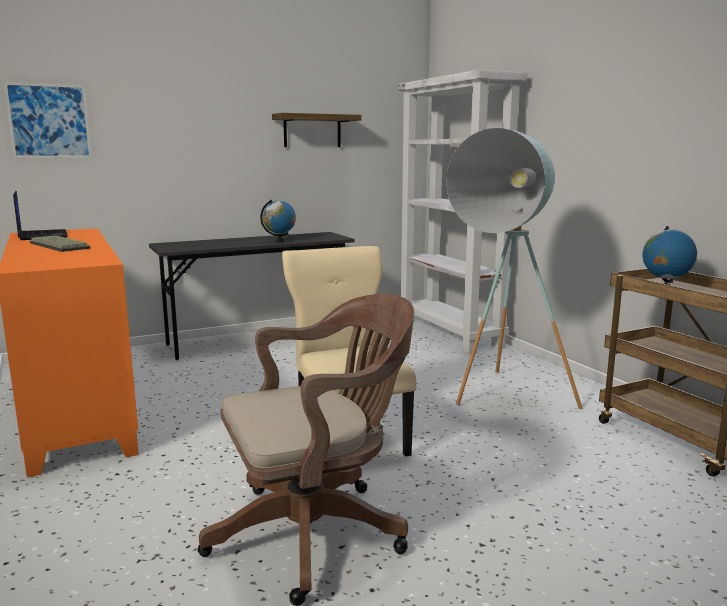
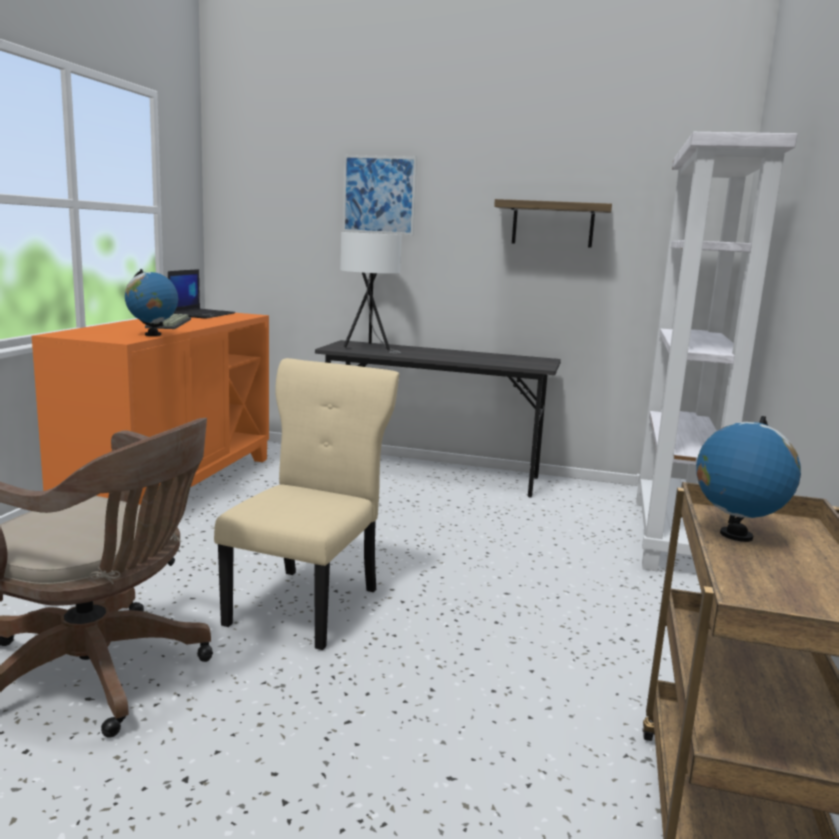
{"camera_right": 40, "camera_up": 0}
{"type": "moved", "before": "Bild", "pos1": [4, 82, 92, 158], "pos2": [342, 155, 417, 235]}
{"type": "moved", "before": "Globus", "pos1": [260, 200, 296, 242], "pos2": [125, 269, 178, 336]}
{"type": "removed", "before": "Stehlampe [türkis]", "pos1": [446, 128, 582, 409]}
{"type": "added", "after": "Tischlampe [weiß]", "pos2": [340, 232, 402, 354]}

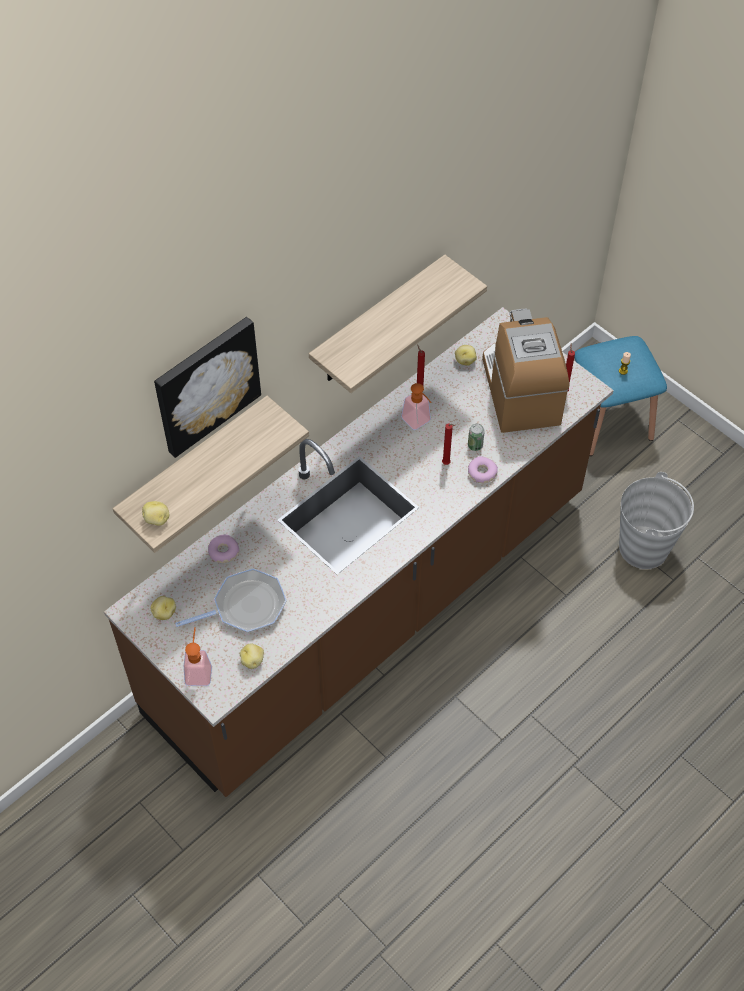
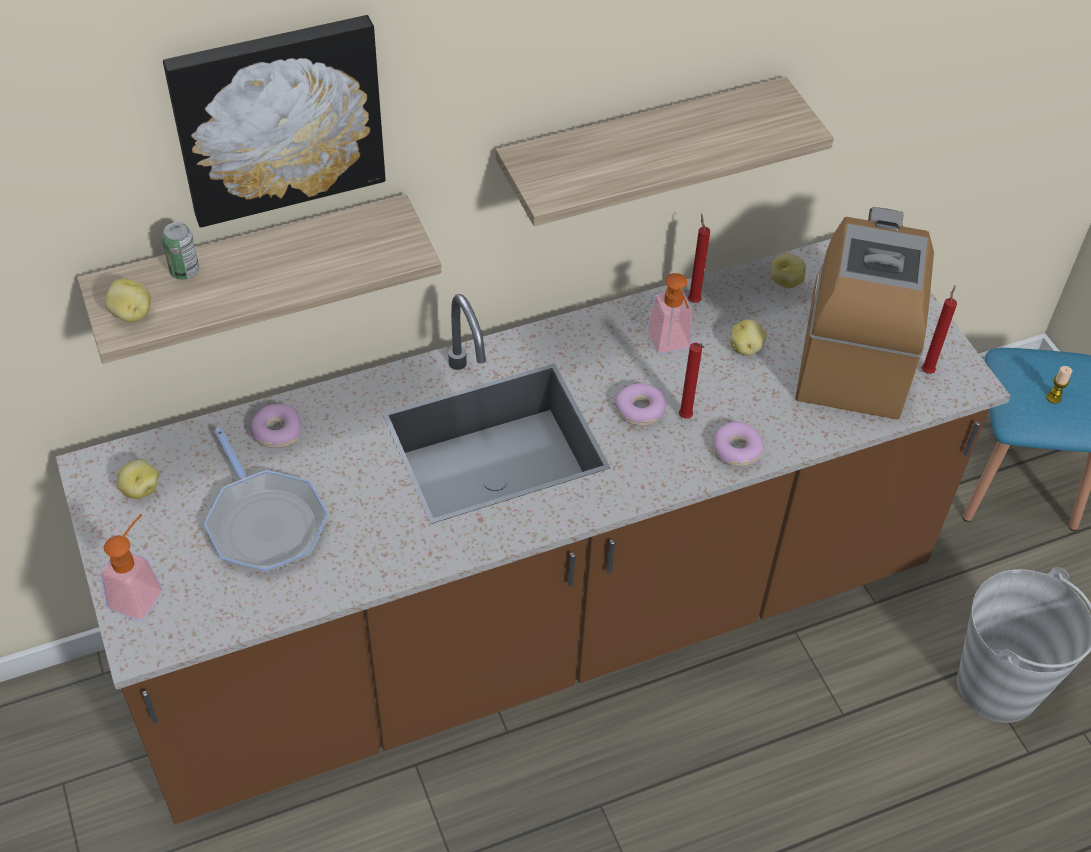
{"camera_right": 20, "camera_up": -5}
{"type": "turned", "before": "Pfanne", "pos1": [175, 569, 287, 633], "pos2": [204, 428, 328, 573], "turn": 60}
{"type": "moved", "before": "Kartoffel", "pos1": [240, 643, 264, 669], "pos2": [730, 319, 767, 356]}
{"type": "moved", "before": "Dose", "pos1": [468, 424, 485, 451], "pos2": [162, 222, 199, 280]}
{"type": "added", "after": "Donut", "pos2": [615, 383, 666, 426]}

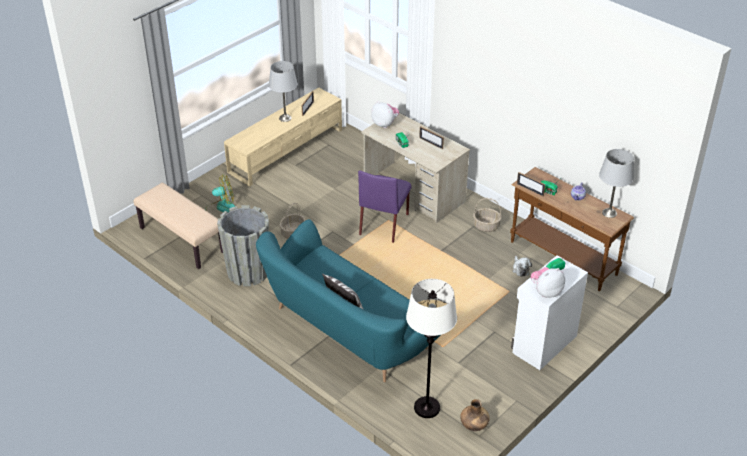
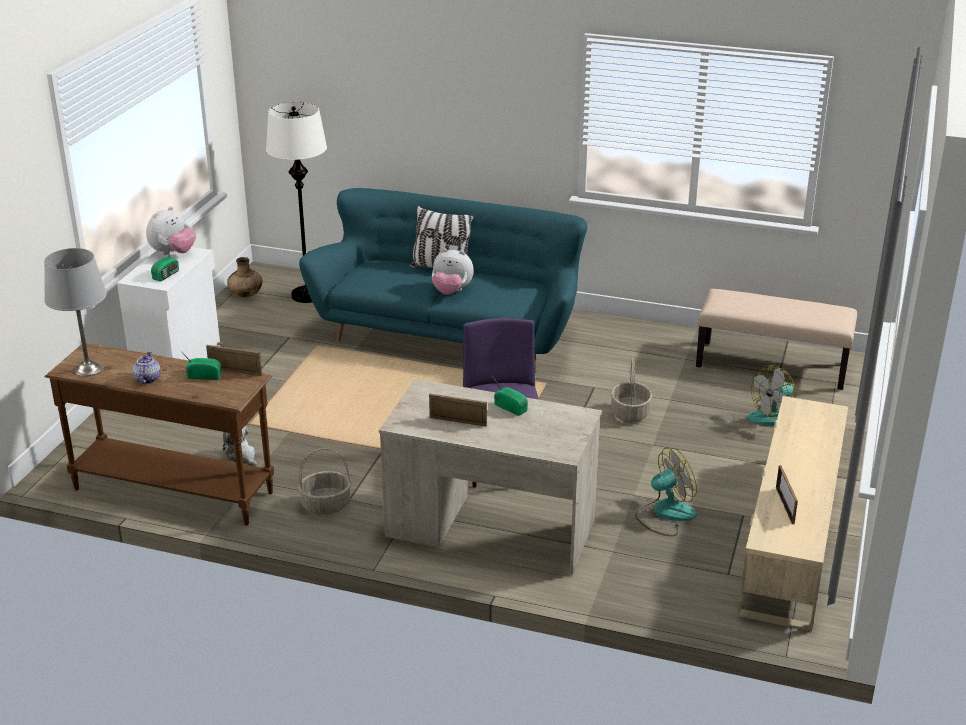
{"camera_right": 155, "camera_up": -10}
{"type": "removed", "before": "Pflanzkübel [grau]", "pos1": [217, 205, 269, 286]}
{"type": "removed", "before": "Tischlampe [grau]", "pos1": [269, 61, 298, 122]}
{"type": "moved", "before": "Plüschtier", "pos1": [371, 101, 399, 128], "pos2": [432, 249, 474, 295]}
{"type": "added", "after": "Ventilator", "pos2": [635, 447, 697, 536]}

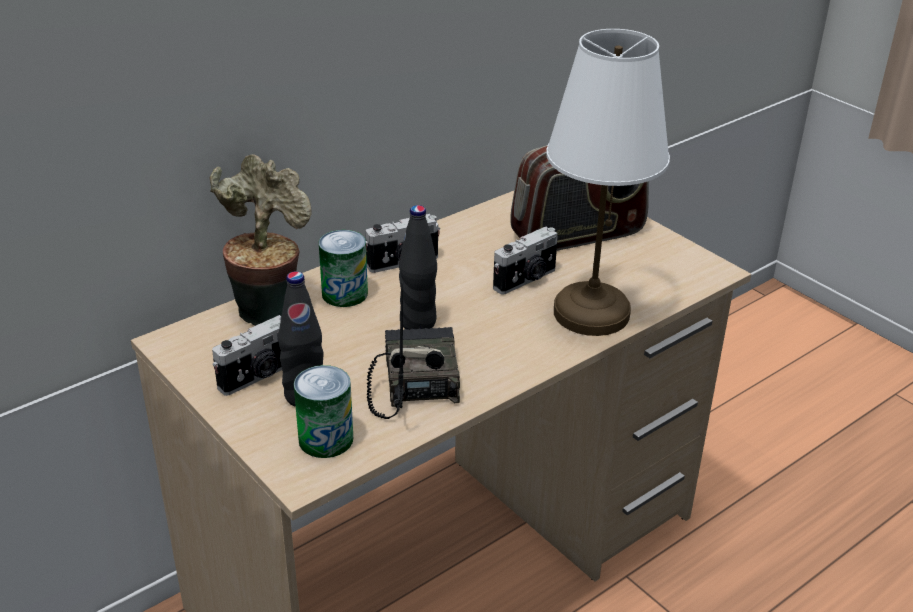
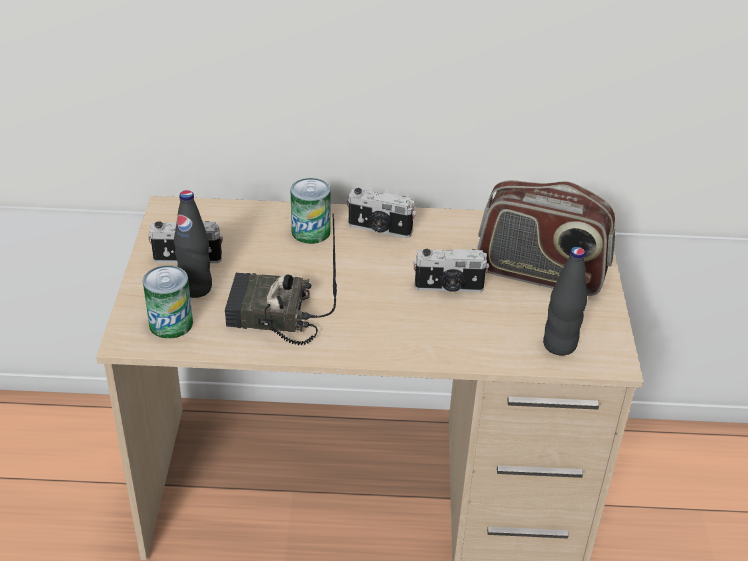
{"camera_right": 40, "camera_up": 5}
{"type": "removed", "before": "Topfpflanze", "pos1": [210, 154, 312, 326]}
{"type": "turned", "before": "Radio", "pos1": [367, 282, 460, 419], "pos2": [225, 214, 337, 346], "turn": -120}
{"type": "moved", "before": "Flasche [schwarz]", "pos1": [399, 205, 437, 330], "pos2": [543, 247, 587, 356]}
{"type": "removed", "before": "Tischlampe [weiß]", "pos1": [546, 29, 670, 336]}

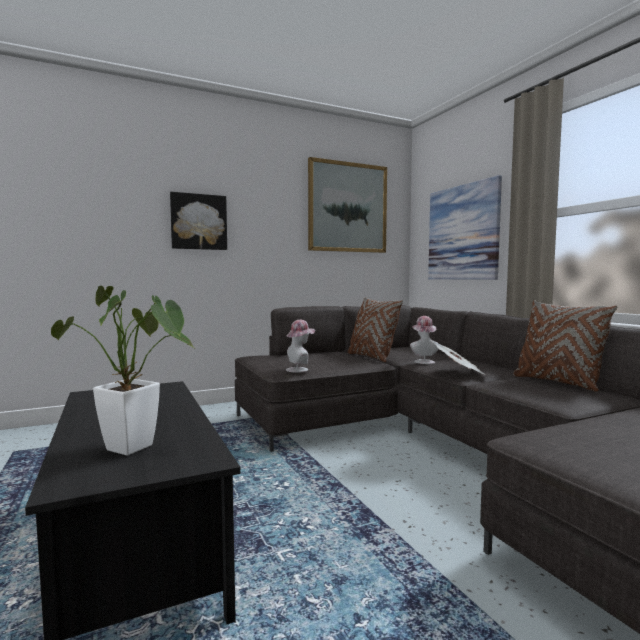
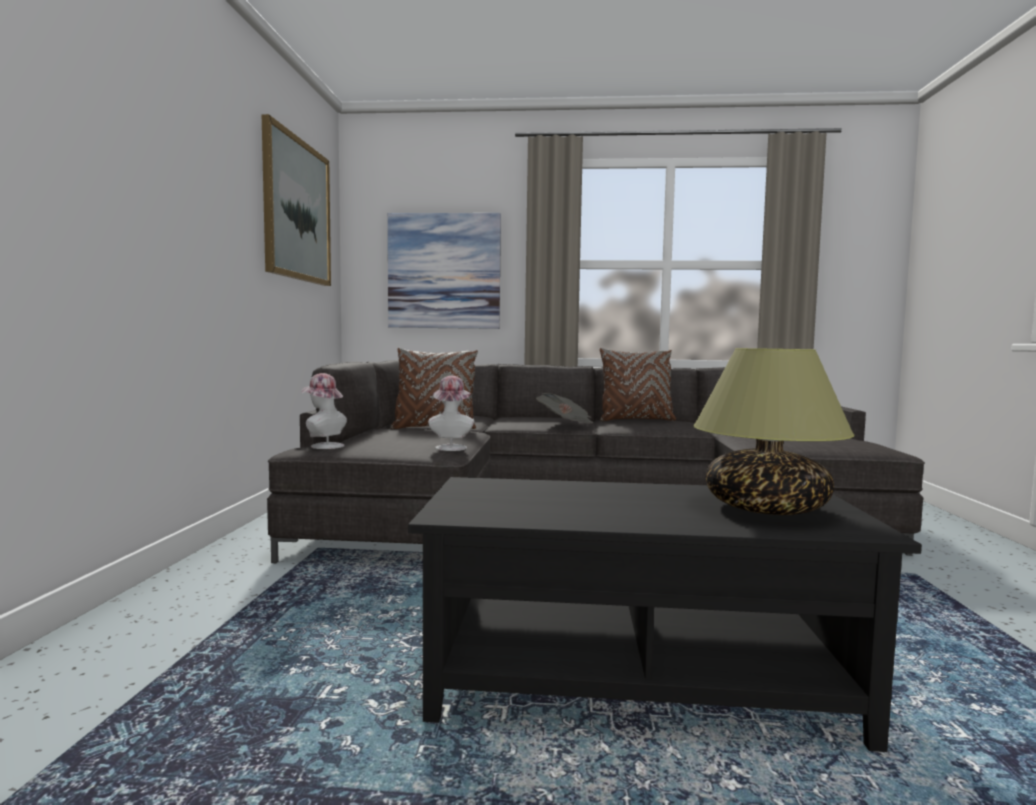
{"camera_right": -60, "camera_up": 0}
{"type": "replaced", "before": "Topfpflanze", "after": "Tischlampe", "pos1": [51, 286, 194, 455], "pos2": [693, 348, 854, 515]}
{"type": "removed", "before": "Bild", "pos1": [170, 192, 227, 250]}
{"type": "moved", "before": "Hut", "pos1": [410, 316, 439, 364], "pos2": [302, 373, 347, 449]}

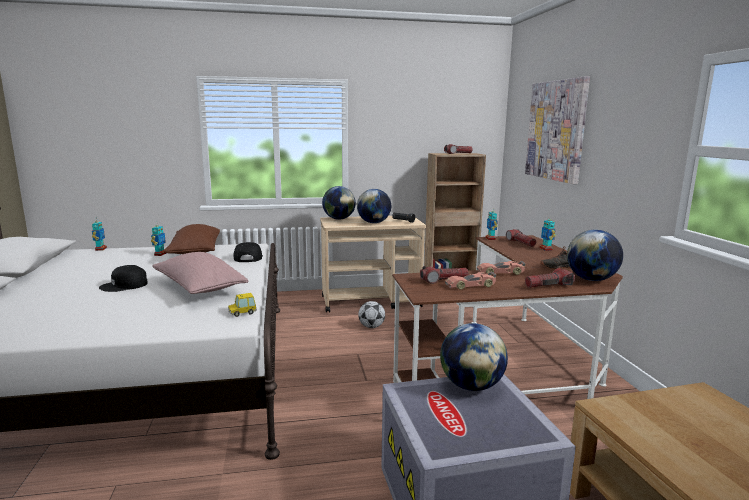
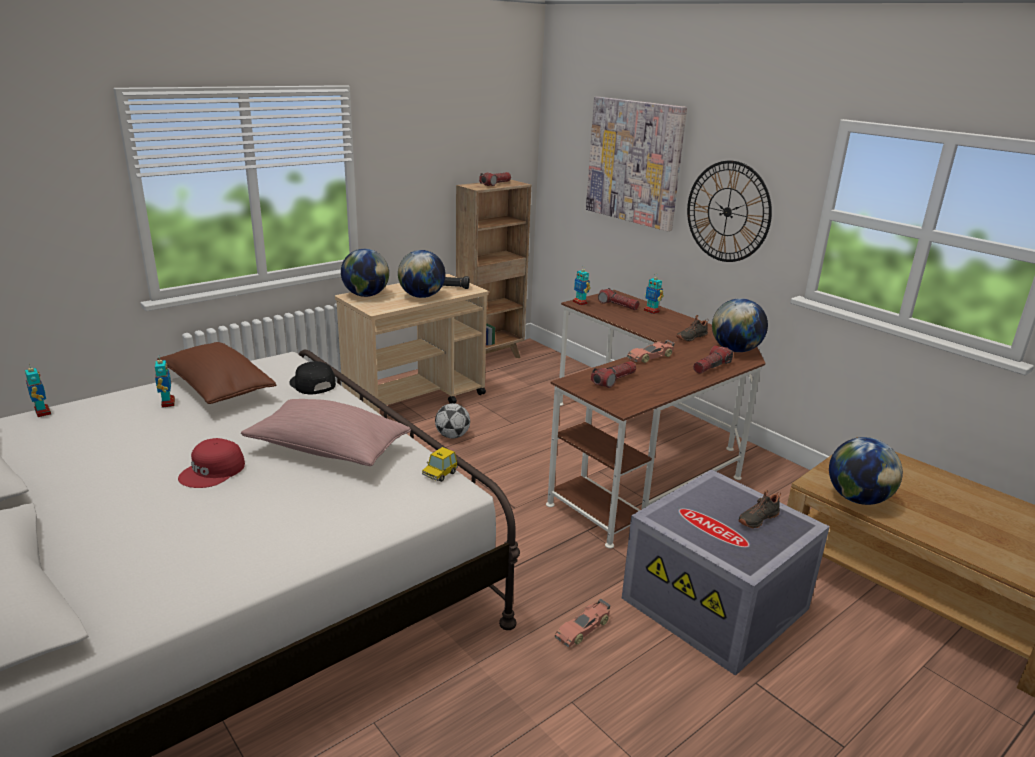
{"camera_right": -30, "camera_up": 10}
{"type": "recoloured", "before": "Kappe [schwarz]", "after": "Kappe [rot]", "pos1": [99, 265, 148, 292], "pos2": [178, 438, 245, 488]}
{"type": "moved", "before": "Globus", "pos1": [440, 323, 508, 391], "pos2": [829, 437, 903, 505]}
{"type": "moved", "before": "Spielzeugauto", "pos1": [445, 272, 496, 290], "pos2": [555, 599, 611, 648]}
{"type": "added", "after": "Wanduhr", "pos2": [687, 161, 772, 262]}
{"type": "added", "after": "Schuh [schwarz]", "pos2": [739, 490, 781, 529]}

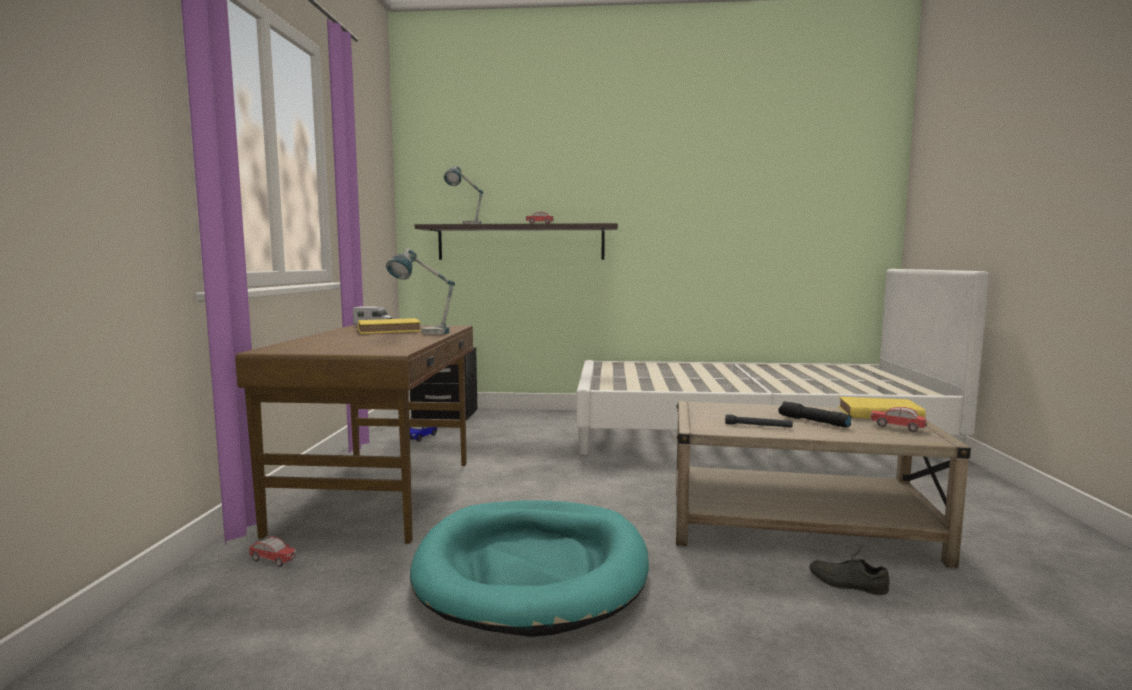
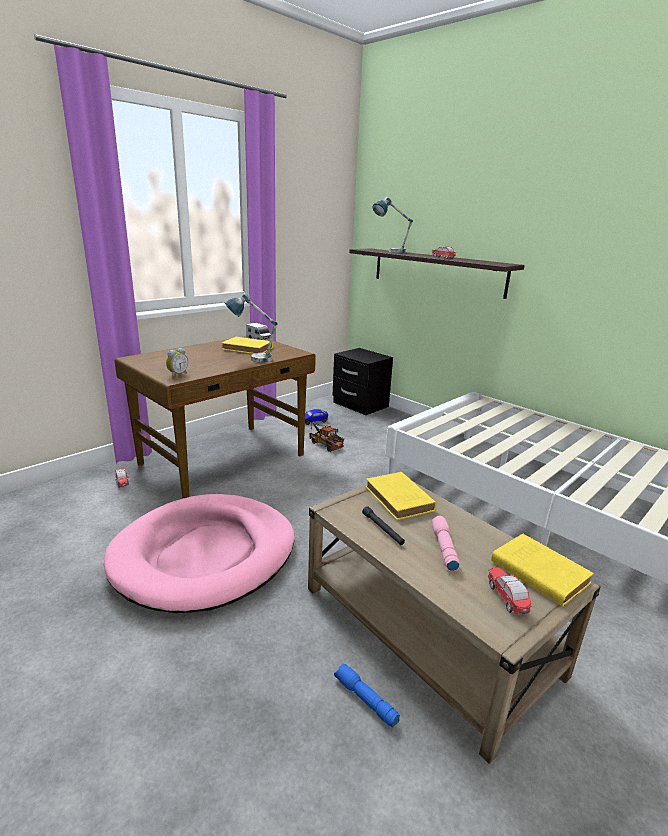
{"camera_right": 40, "camera_up": 15}
{"type": "recoloured", "before": "Hundebett [türkis]", "after": "Hundebett [rosa]", "pos1": [410, 500, 649, 637], "pos2": [104, 494, 294, 613]}
{"type": "recoloured", "before": "Taschenlampe [schwarz]", "after": "Taschenlampe [rosa]", "pos1": [779, 401, 852, 427], "pos2": [431, 516, 460, 571]}
{"type": "replaced", "before": "Schuh [grau]", "after": "Taschenlampe [blau]", "pos1": [809, 545, 890, 595], "pos2": [334, 664, 400, 728]}
{"type": "added", "after": "Wecker", "pos2": [166, 348, 188, 377]}
{"type": "added", "after": "Spielzeuglaster", "pos2": [309, 422, 344, 452]}
{"type": "added", "after": "Buch [gelb]", "pos2": [366, 472, 437, 520]}

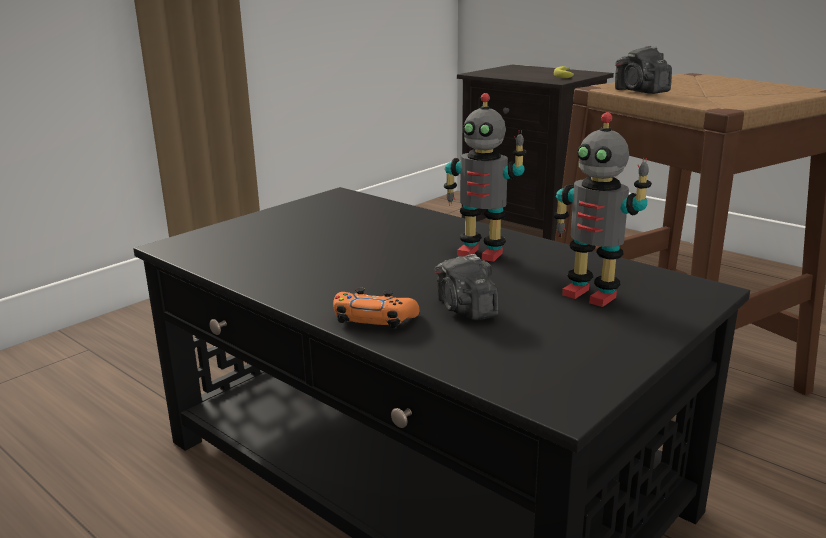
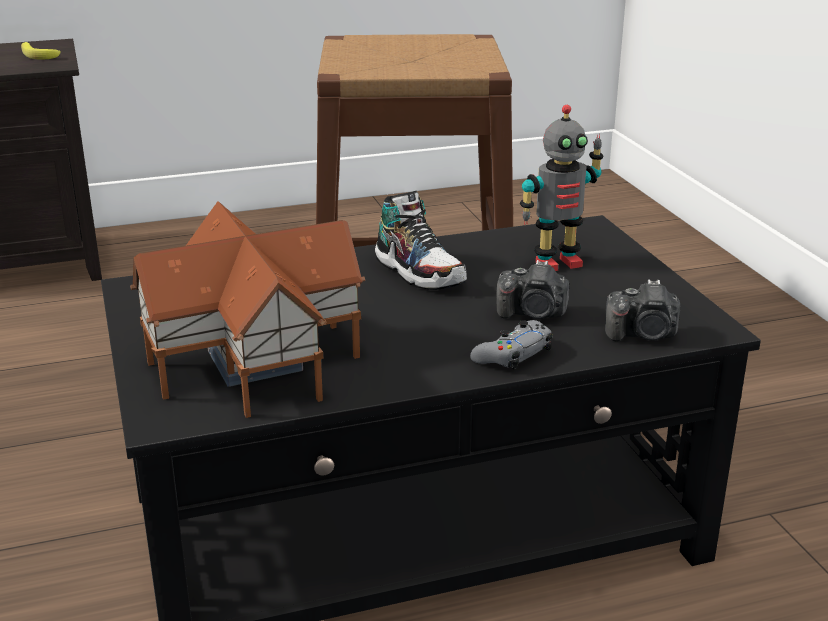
{"camera_right": -60, "camera_up": 5}
{"type": "recoloured", "before": "Gamepad [orange]", "after": "Gamepad [grau]", "pos1": [333, 288, 420, 329], "pos2": [470, 320, 552, 369]}
{"type": "replaced", "before": "Spielzeugroboter", "after": "Schuh", "pos1": [444, 93, 527, 262], "pos2": [375, 191, 467, 290]}
{"type": "moved", "before": "Kamera", "pos1": [615, 46, 672, 94], "pos2": [605, 279, 680, 342]}
{"type": "added", "after": "Spielzeughaus", "pos2": [130, 201, 365, 418]}

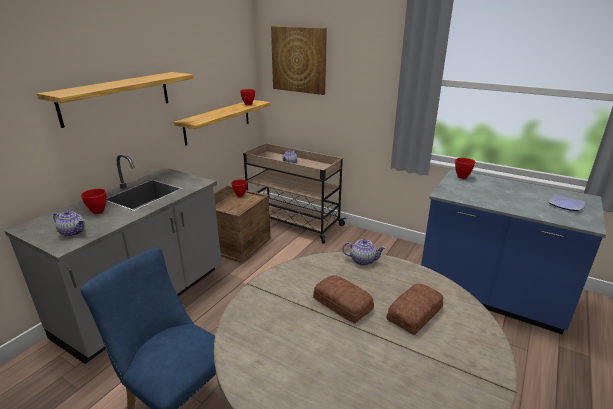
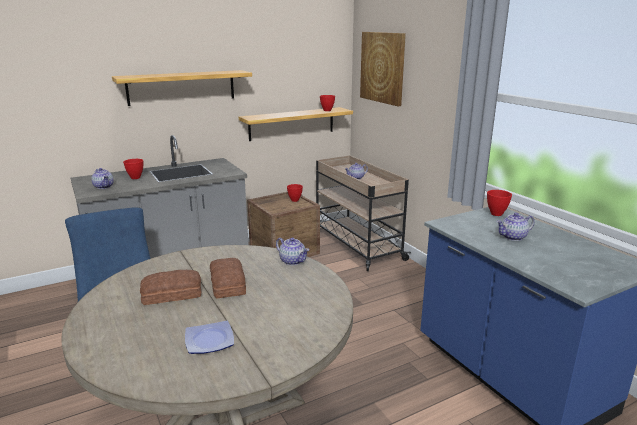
{"camera_right": 30, "camera_up": -5}
{"type": "moved", "before": "Brot", "pos1": [387, 284, 443, 335], "pos2": [140, 270, 201, 305]}
{"type": "moved", "before": "Teller", "pos1": [548, 194, 585, 211], "pos2": [185, 321, 234, 354]}
{"type": "added", "after": "Teekanne", "pos2": [496, 213, 534, 241]}

